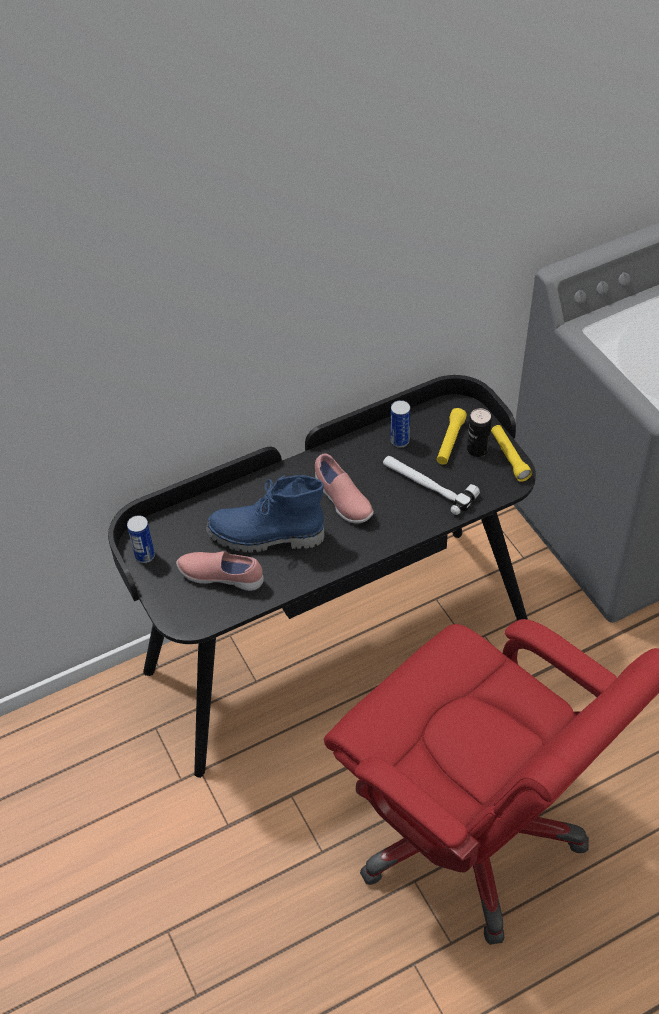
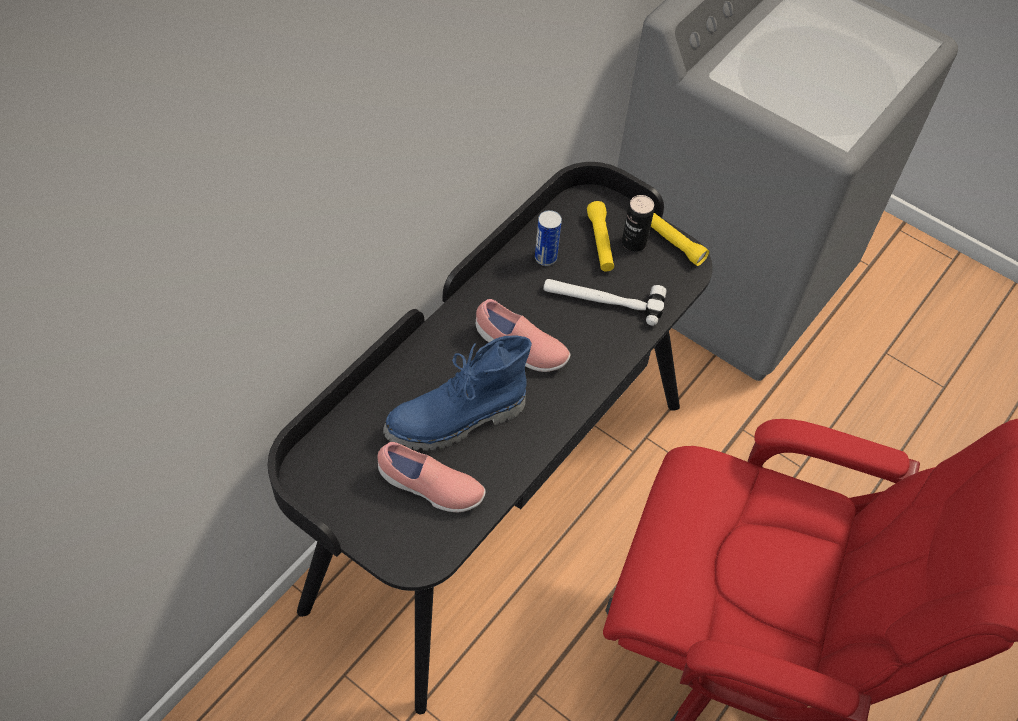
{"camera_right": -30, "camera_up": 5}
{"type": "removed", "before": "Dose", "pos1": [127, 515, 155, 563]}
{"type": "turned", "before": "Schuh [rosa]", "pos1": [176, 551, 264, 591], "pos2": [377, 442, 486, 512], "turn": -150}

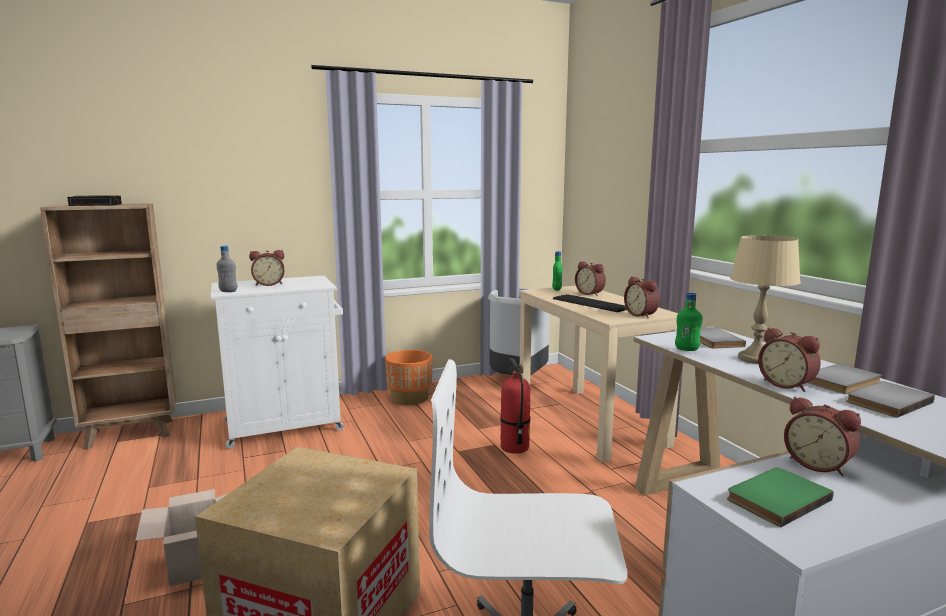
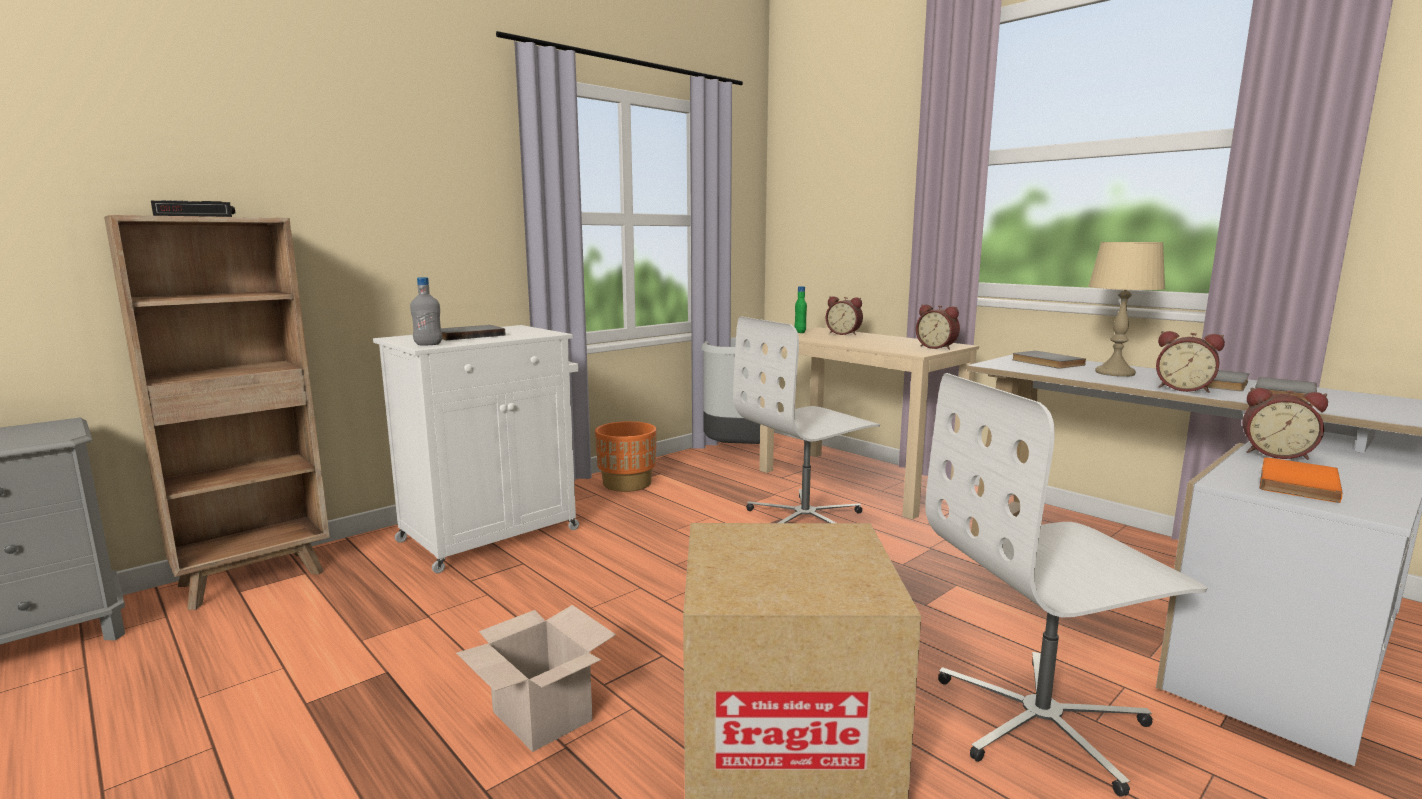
{"camera_right": -20, "camera_up": 0}
{"type": "replaced", "before": "Wecker", "after": "Buch [grau]", "pos1": [249, 250, 284, 286], "pos2": [441, 325, 505, 340]}
{"type": "replaced", "before": "Feuerlöscher", "after": "Bürostuhl [weiß]", "pos1": [500, 358, 530, 454], "pos2": [733, 316, 880, 523]}
{"type": "removed", "before": "Tastatur", "pos1": [553, 294, 627, 312]}
{"type": "removed", "before": "Flasche [grün]", "pos1": [675, 293, 702, 351]}
{"type": "recoloured", "before": "Buch [grün]", "after": "Buch [orange]", "pos1": [727, 468, 834, 527], "pos2": [1260, 457, 1342, 503]}

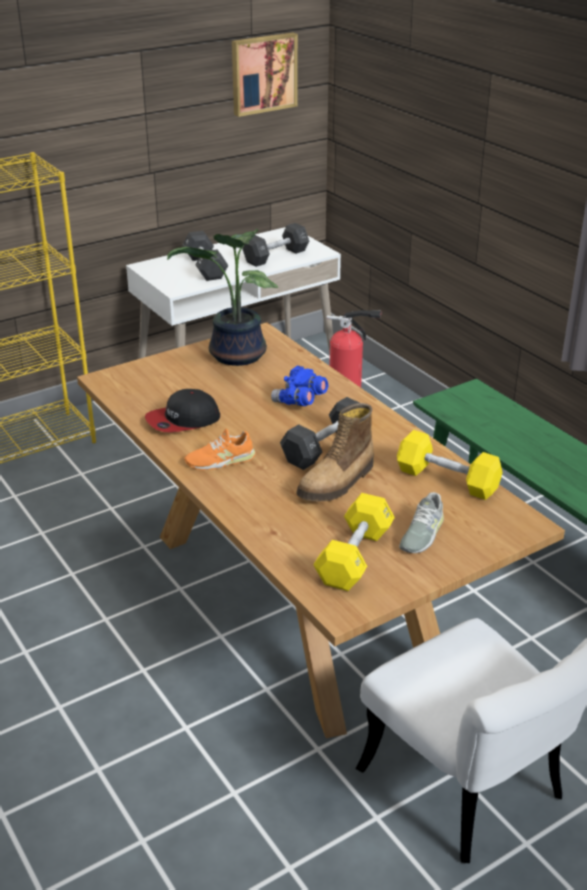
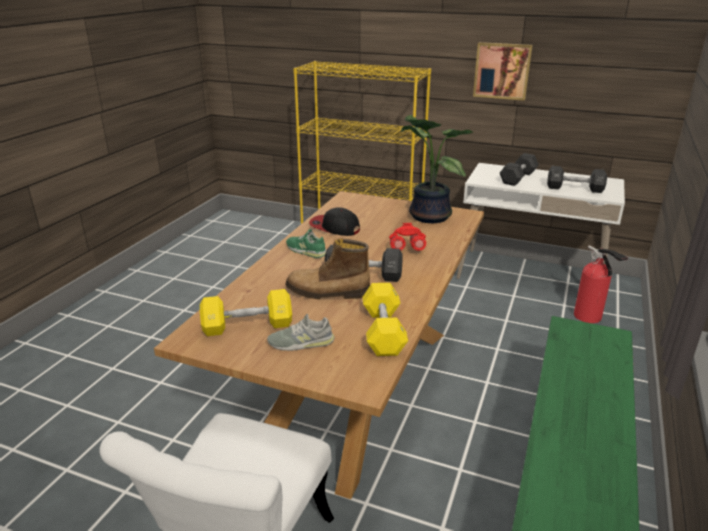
{"camera_right": 55, "camera_up": -5}
{"type": "recoloured", "before": "Schuh [orange]", "after": "Schuh [grün]", "pos1": [184, 429, 256, 470], "pos2": [286, 229, 326, 258]}
{"type": "moved", "before": "Bild", "pos1": [232, 33, 298, 117], "pos2": [473, 42, 533, 101]}
{"type": "recoloured", "before": "Fernglas [blau]", "after": "Fernglas [rot]", "pos1": [271, 366, 328, 406], "pos2": [389, 223, 426, 251]}

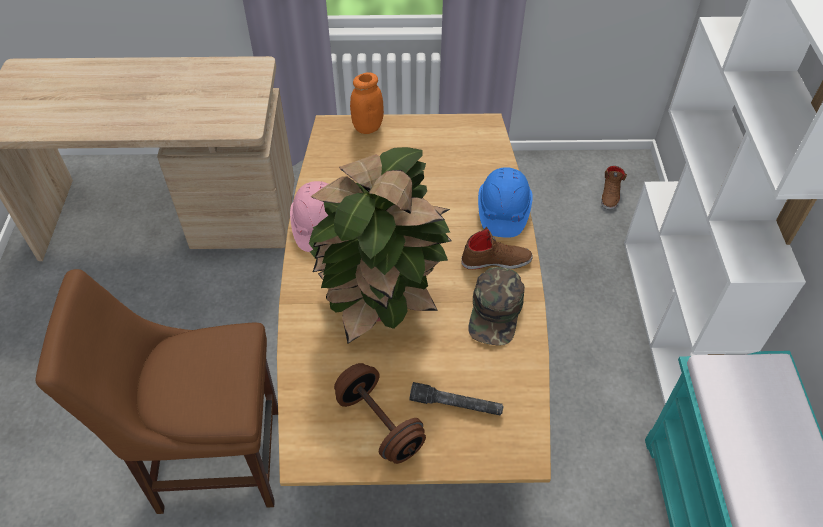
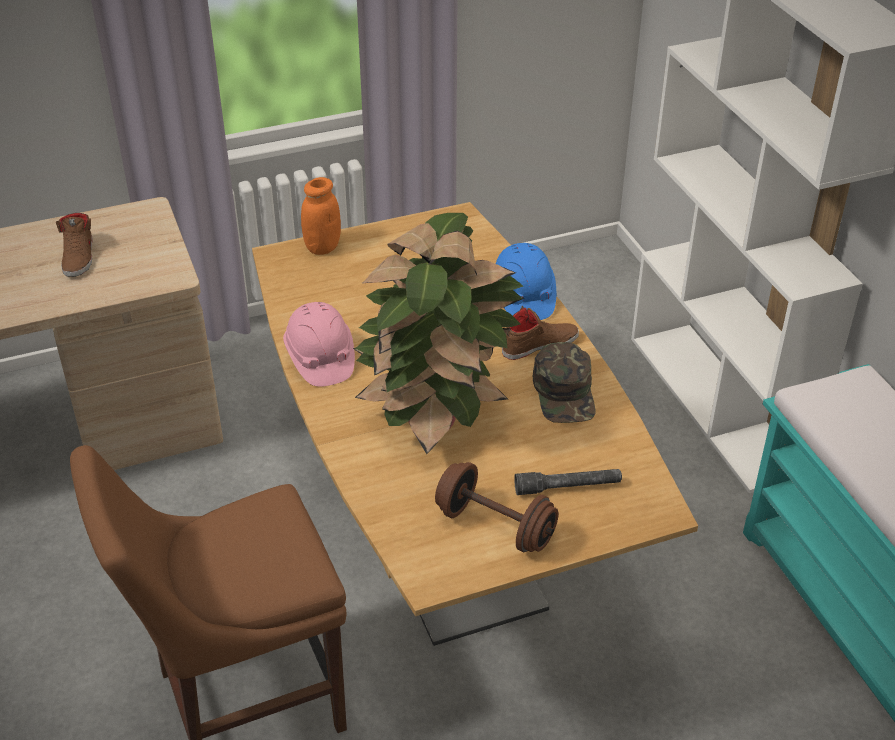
{"camera_right": -20, "camera_up": -10}
{"type": "moved", "before": "Schuh [braun]", "pos1": [601, 166, 627, 210], "pos2": [56, 213, 93, 277]}

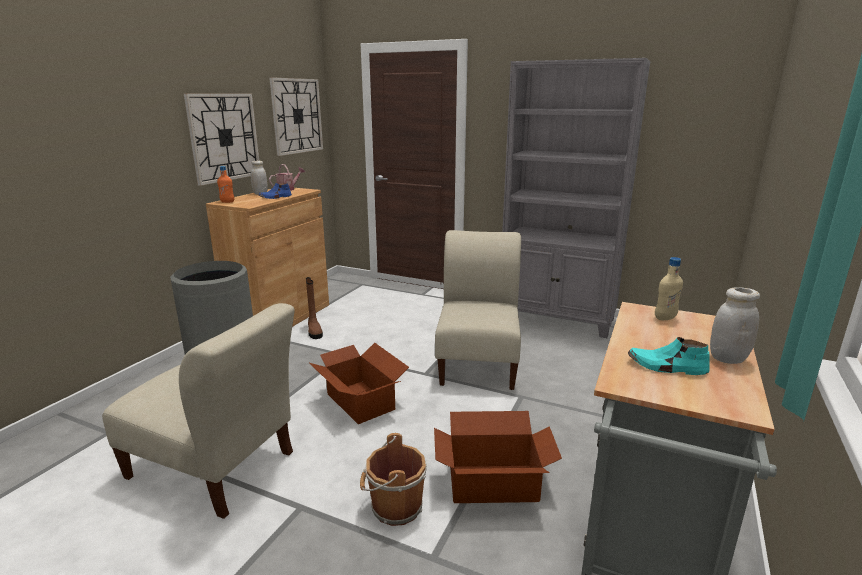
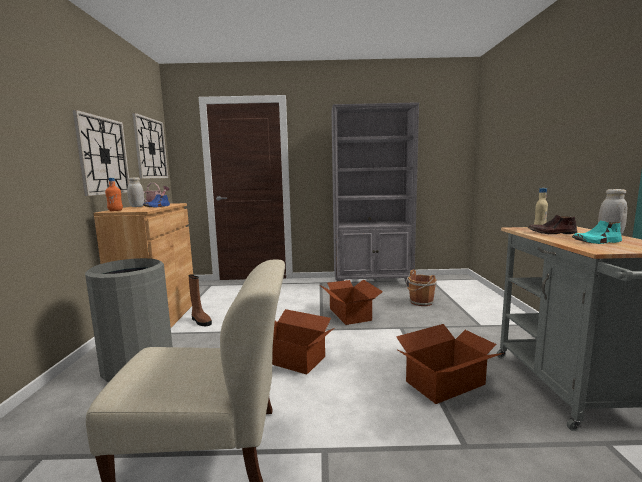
{"camera_right": -25, "camera_up": -10}
{"type": "moved", "before": "Eimer [braun]", "pos1": [360, 433, 427, 526], "pos2": [406, 270, 437, 306]}
{"type": "replaced", "before": "Stuhl [beige]", "after": "Karton", "pos1": [435, 230, 521, 390], "pos2": [320, 279, 383, 325]}
{"type": "added", "after": "Schuh [braun]", "pos2": [528, 215, 577, 234]}

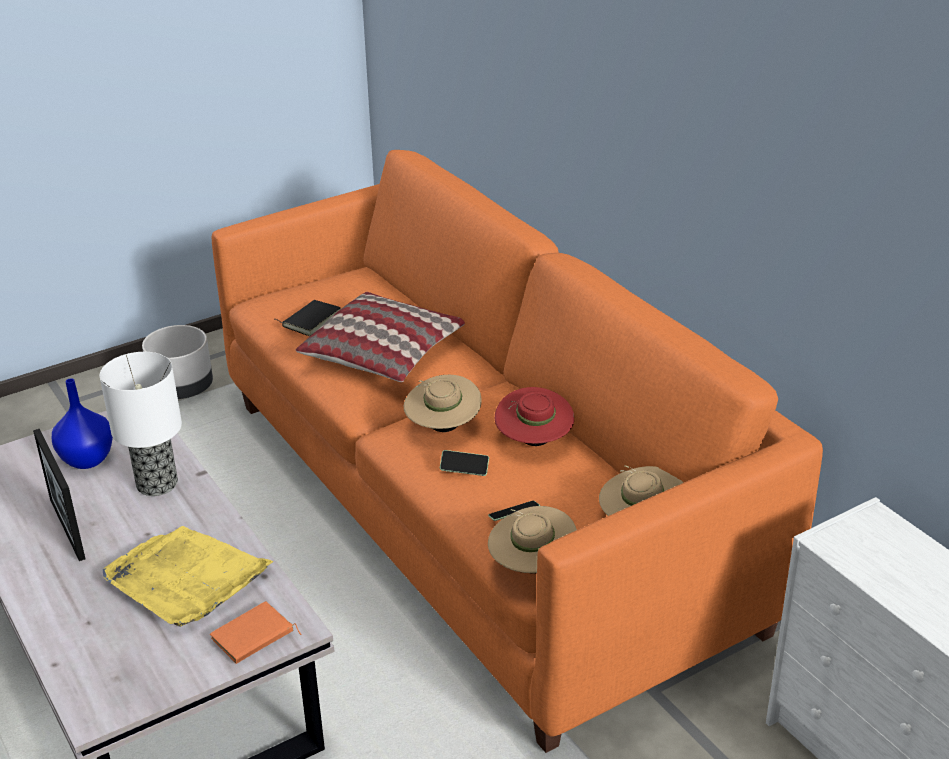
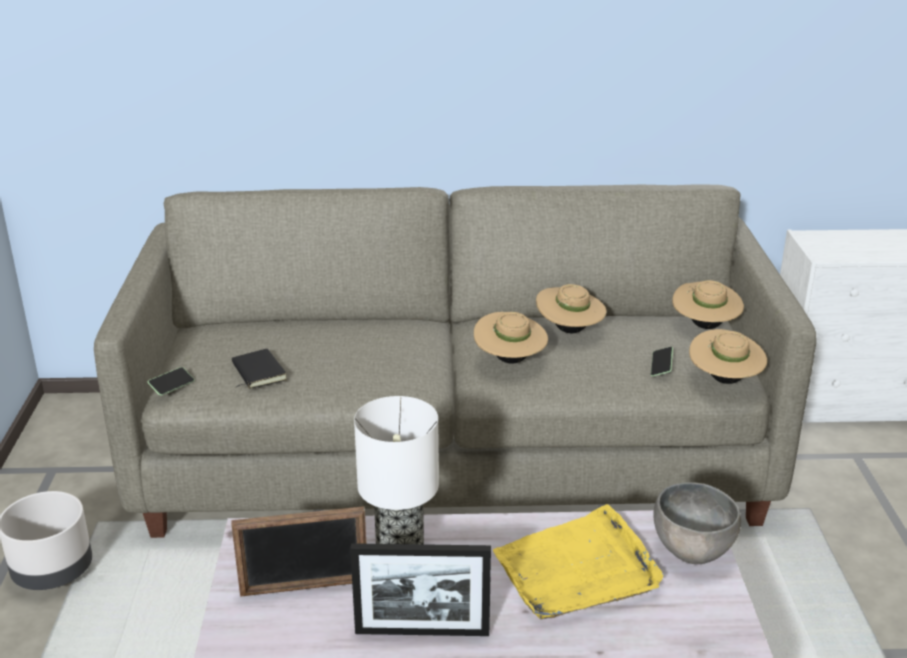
{"camera_right": -60, "camera_up": -5}
{"type": "replaced", "before": "Vase [blau]", "after": "Bilderrahmen", "pos1": [52, 378, 113, 469], "pos2": [231, 506, 366, 597]}
{"type": "replaced", "before": "Buch [orange]", "after": "Schüssel [grau]", "pos1": [210, 601, 302, 664], "pos2": [653, 482, 741, 564]}
{"type": "recoloured", "before": "Sofa [orange]", "after": "Sofa [grau]", "pos1": [212, 150, 823, 753], "pos2": [94, 184, 816, 538]}
{"type": "removed", "before": "Kissen", "pos1": [296, 292, 465, 382]}
{"type": "moved", "before": "Handy", "pos1": [440, 450, 489, 476], "pos2": [148, 367, 195, 396]}
{"type": "recoloured", "before": "Hut [rot]", "after": "Hut [beige]", "pos1": [495, 387, 574, 446], "pos2": [536, 284, 607, 333]}

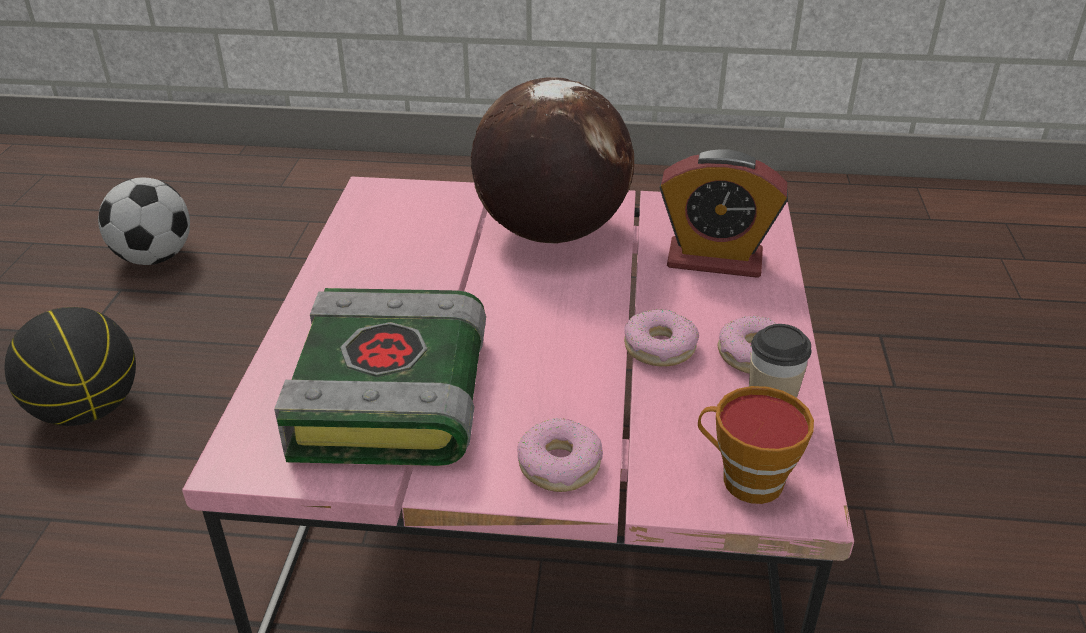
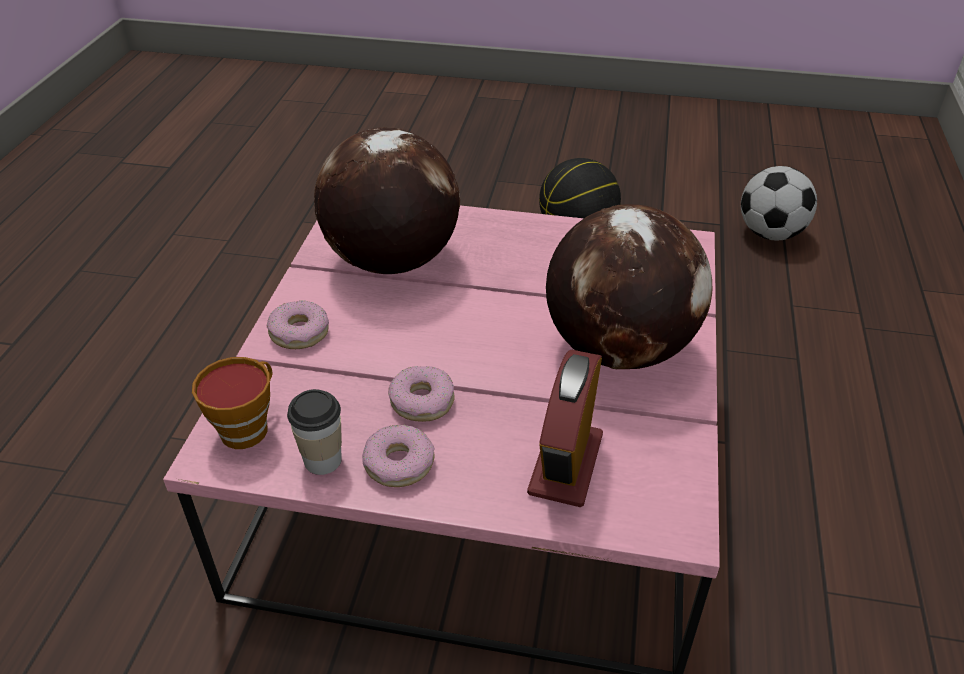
{"camera_right": 95, "camera_up": 5}
{"type": "replaced", "before": "Buch", "after": "Globus", "pos1": [274, 288, 486, 466], "pos2": [314, 127, 460, 274]}

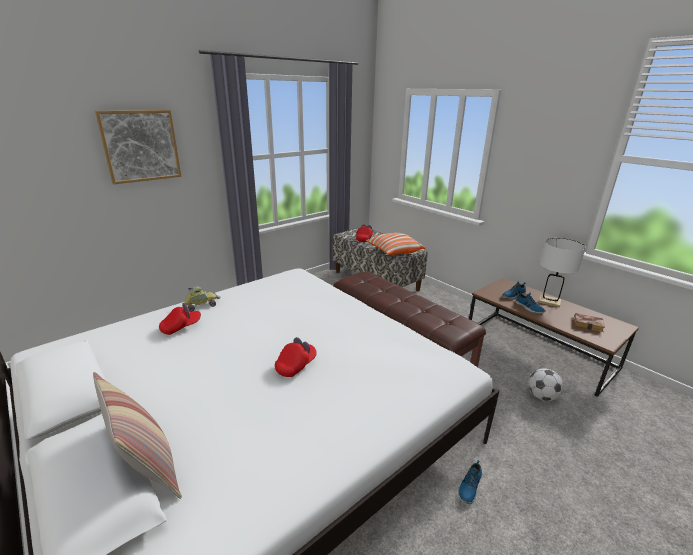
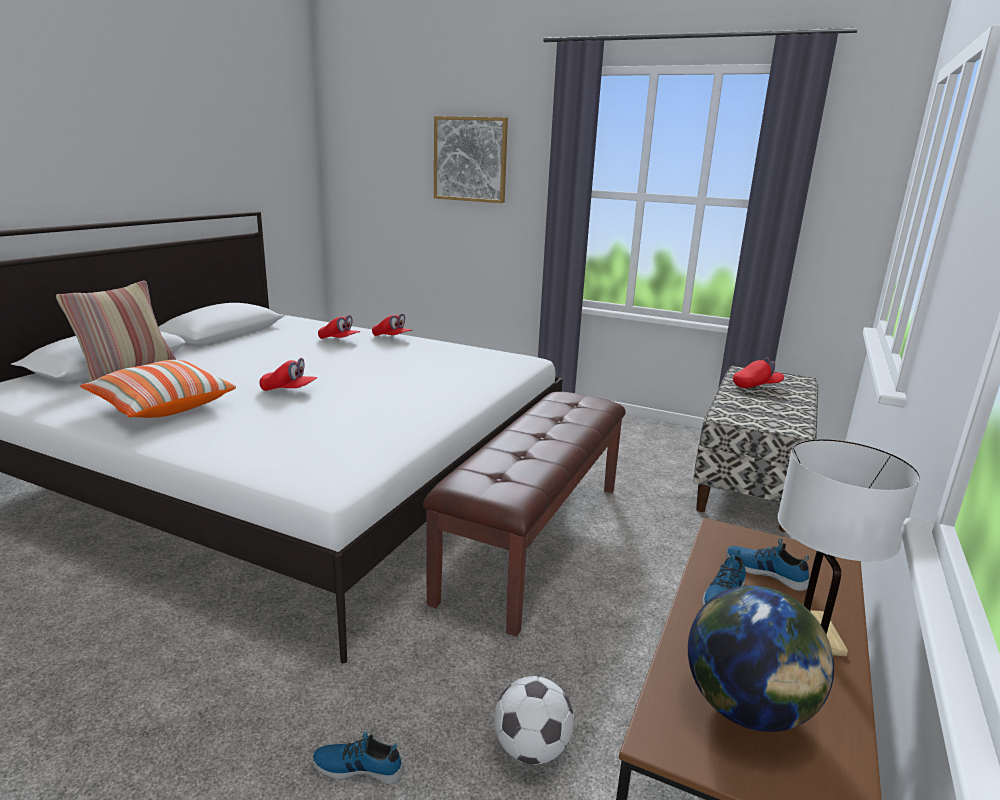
{"camera_right": 65, "camera_up": -5}
{"type": "replaced", "before": "Spielzeugauto", "after": "Kappe [rot]", "pos1": [184, 286, 221, 312], "pos2": [372, 314, 412, 336]}
{"type": "moved", "before": "Kissen", "pos1": [366, 233, 425, 255], "pos2": [80, 360, 236, 418]}
{"type": "moved", "before": "Schuh", "pos1": [458, 460, 482, 504], "pos2": [313, 732, 404, 784]}
{"type": "replaced", "before": "Buch", "after": "Globus", "pos1": [574, 313, 605, 332], "pos2": [688, 586, 834, 732]}

